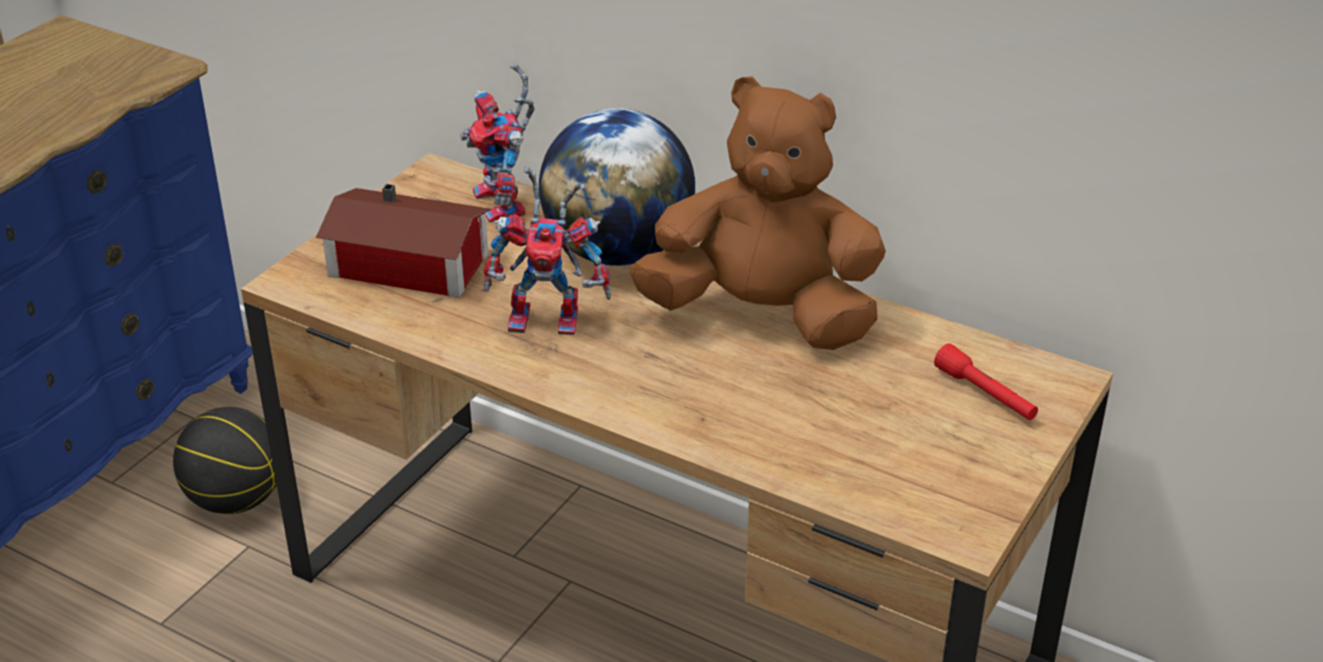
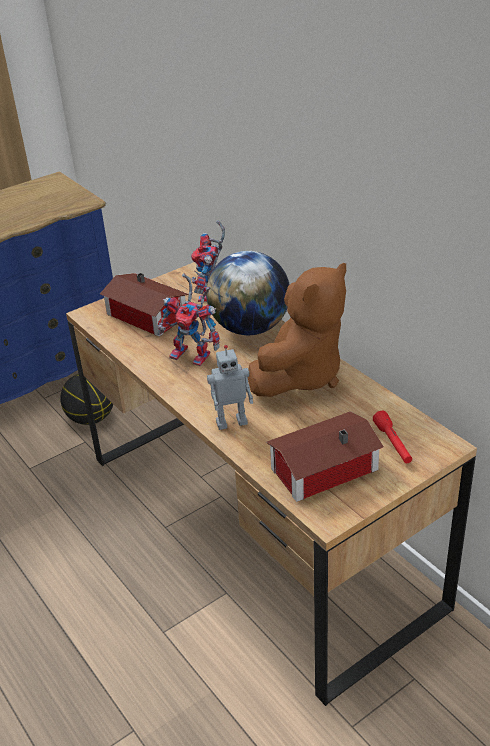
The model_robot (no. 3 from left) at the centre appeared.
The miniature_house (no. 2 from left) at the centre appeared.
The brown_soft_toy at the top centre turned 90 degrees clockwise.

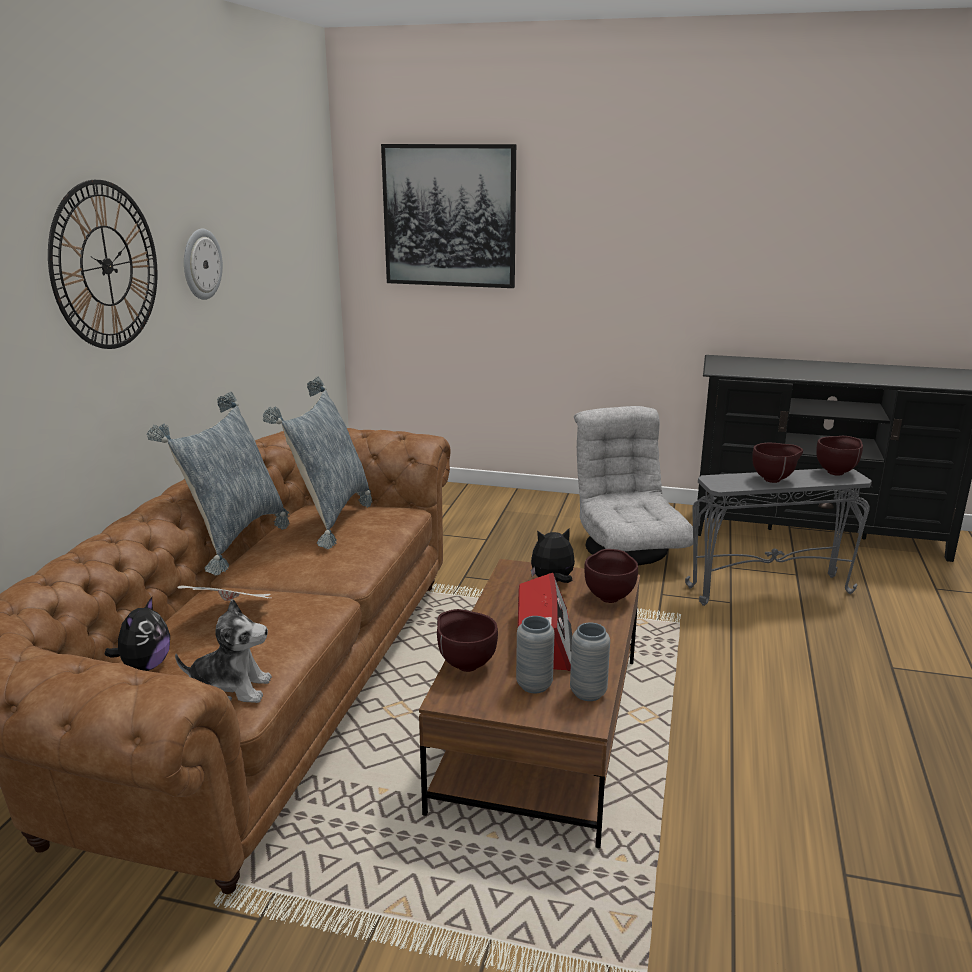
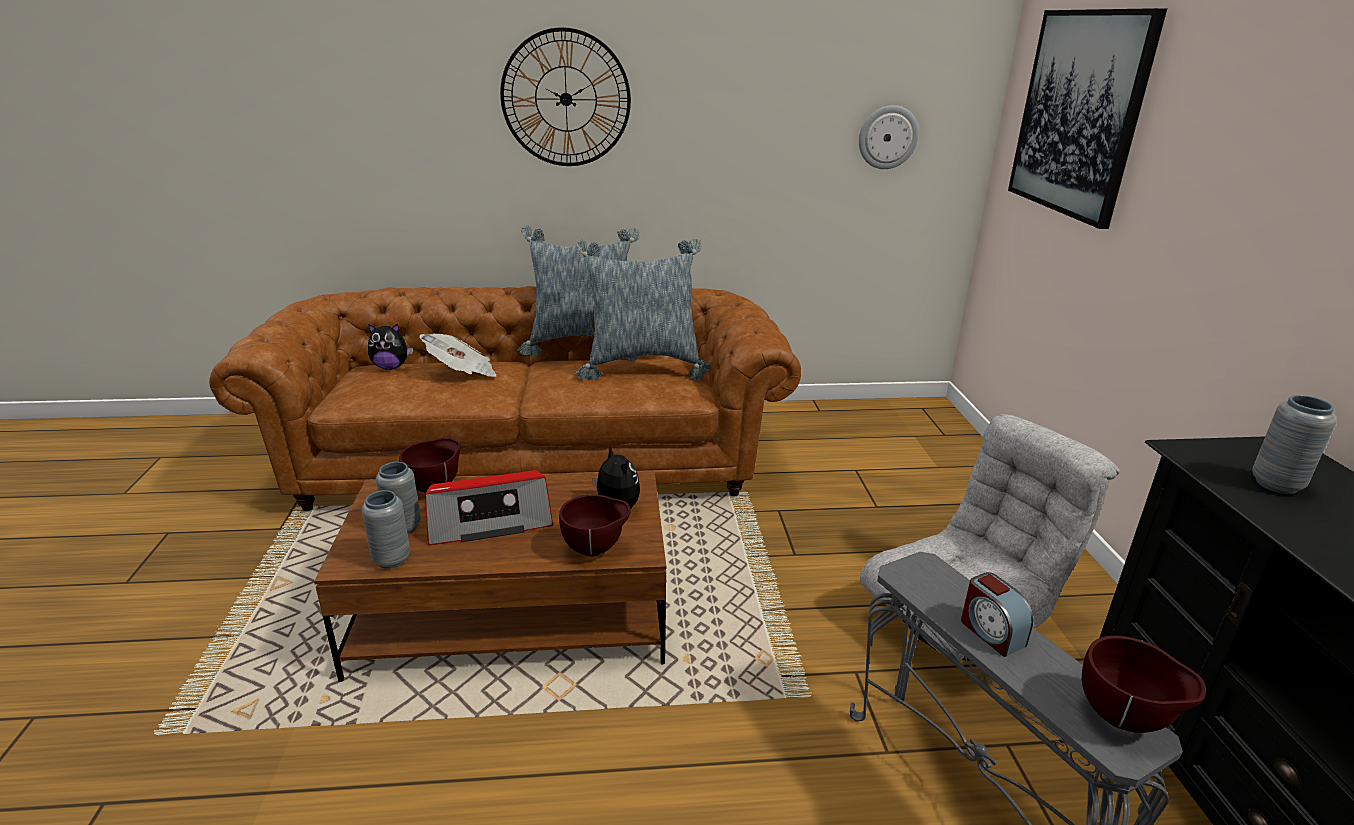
The soft_toy (no. 2 from left) at the bottom left disappeared.
The gray_vase (no. 3 from left) at the middle right appeared.
The clock_on_the_wall (no. 2 from left) moved from the top left to the top centre.
The brown_serving_bowl (no. 3 from left) at the middle right was replaced by the alarm_clock at the bottom right.

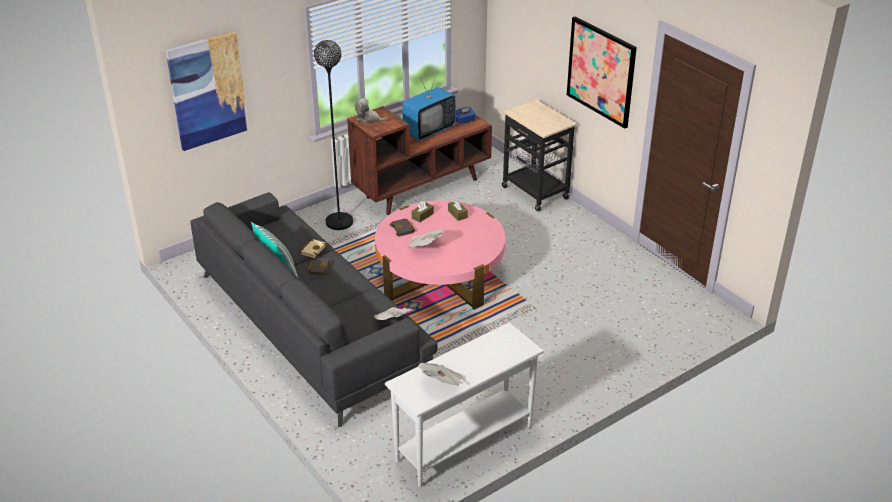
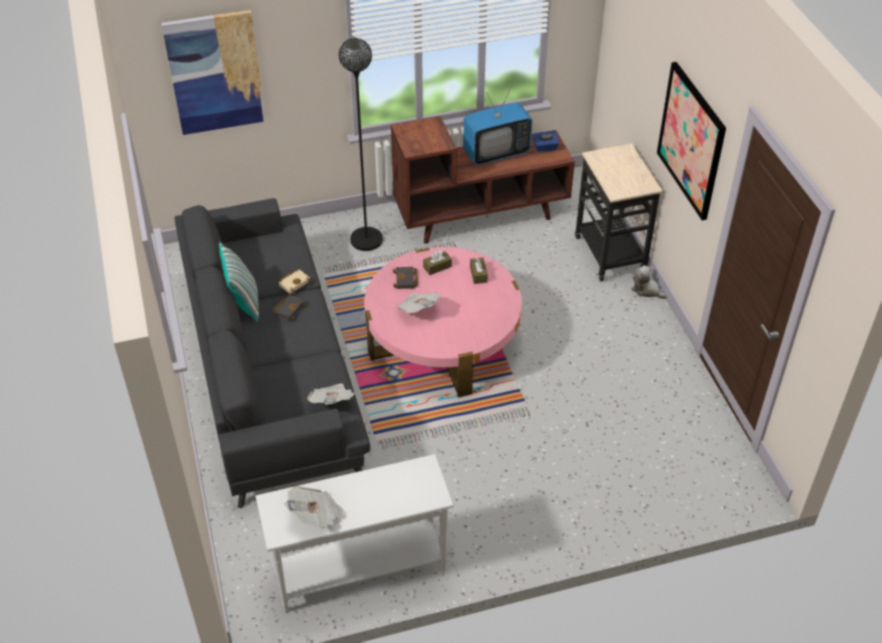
The soft_toy moved from the top centre to the middle right.

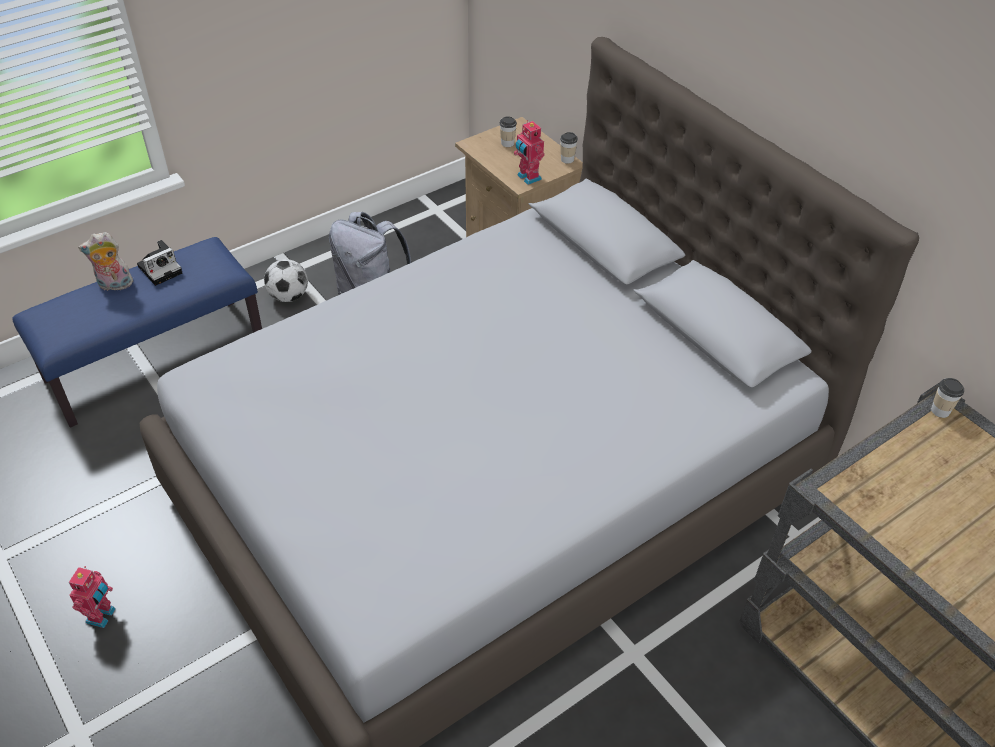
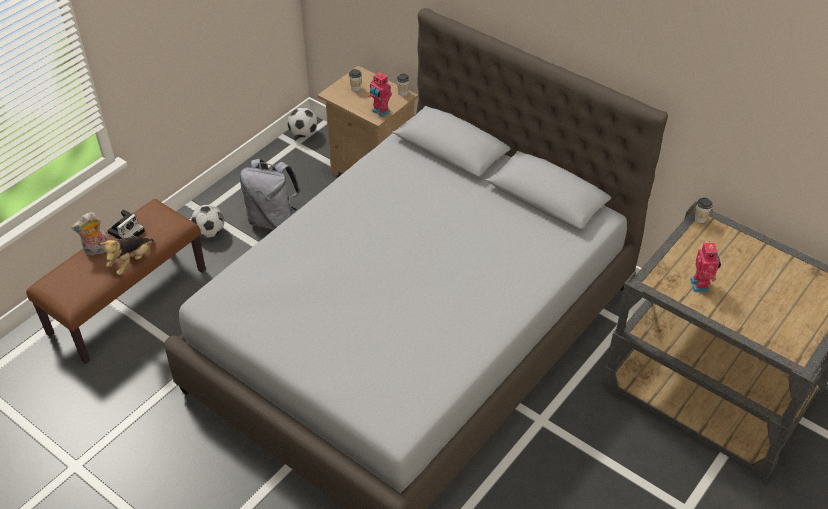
The soft_toy (no. 2 from left) at the middle left appeared.
The ball_for_football (no. 2 from left) at the top centre appeared.
The model_robot (no. 1 from left in the first image) moved from the bottom left to the middle right.
The blue-coloured_indoor_bench at the middle left became the brown_indoor_bench at the middle left.

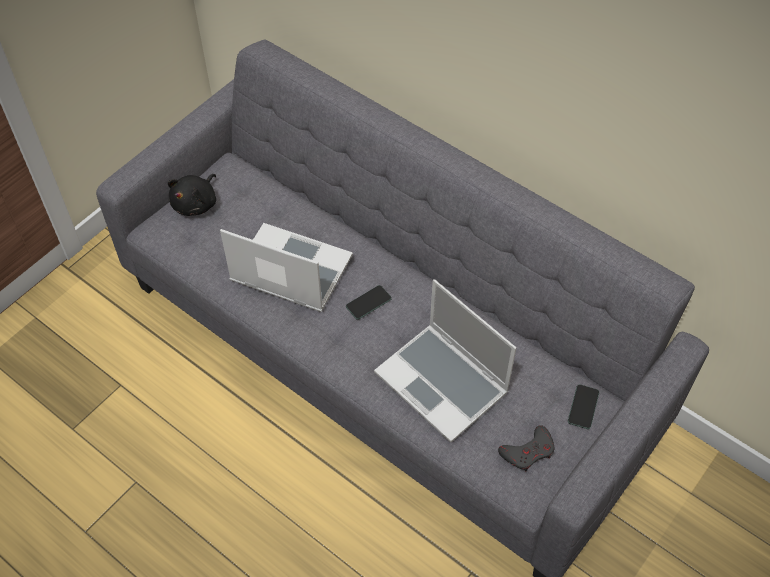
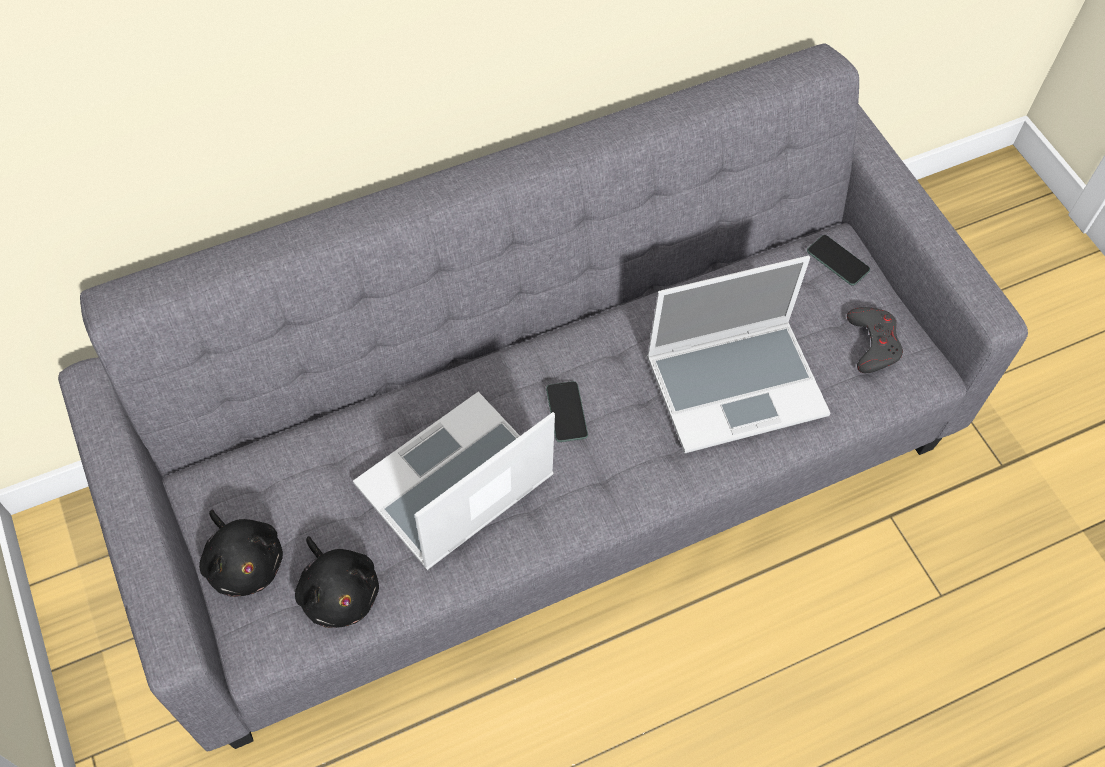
The black-coloured_soft_toy (no. 2 from left) at the bottom left appeared.

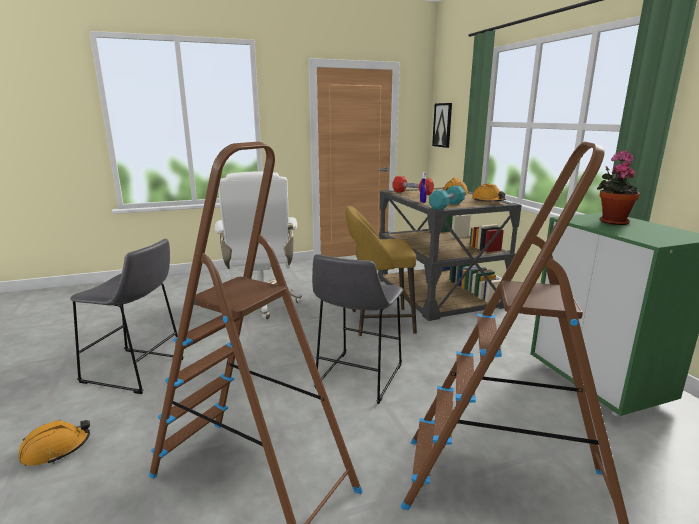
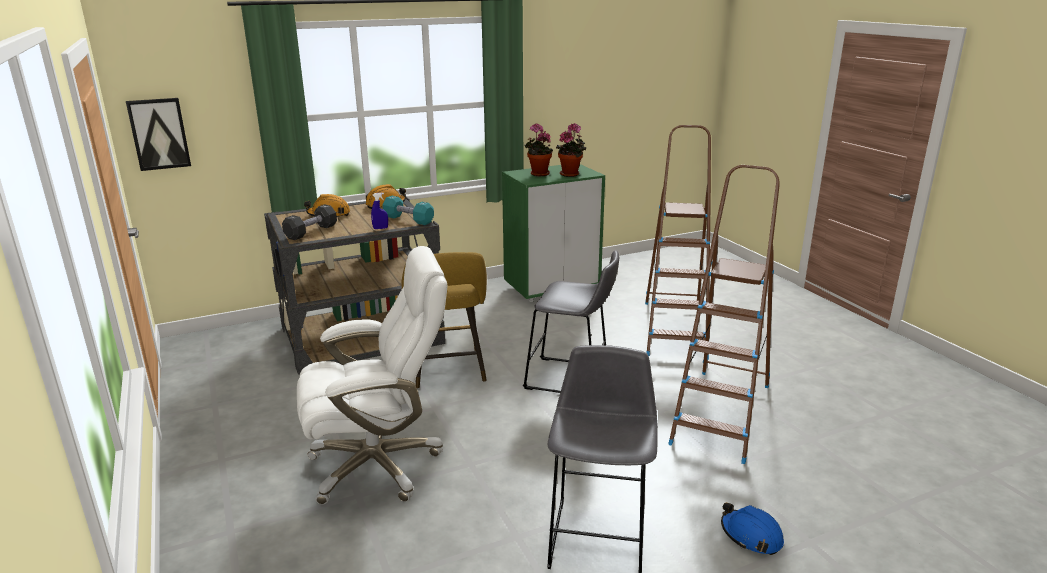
The plant_in_a_pot (no. 2 from left) at the top centre appeared.
The orange-coloured_work_helmet (no. 1 from left) at the bottom left became the blue-coloured_work_helmet at the bottom right.
The red_free_weight at the centre became the black-coloured_free_weight at the middle left.

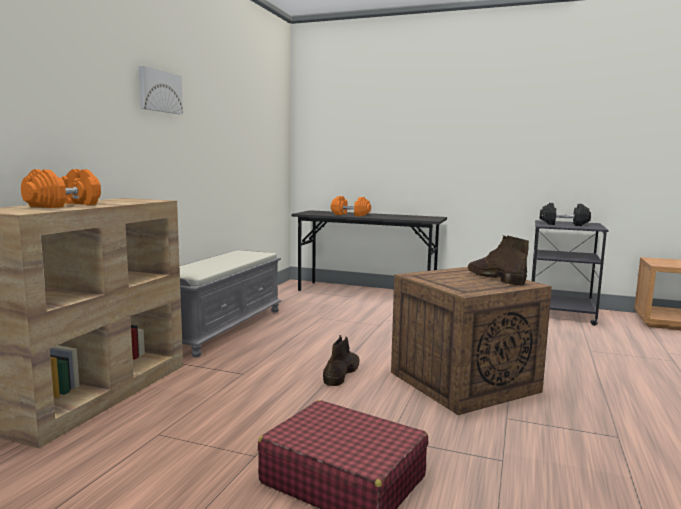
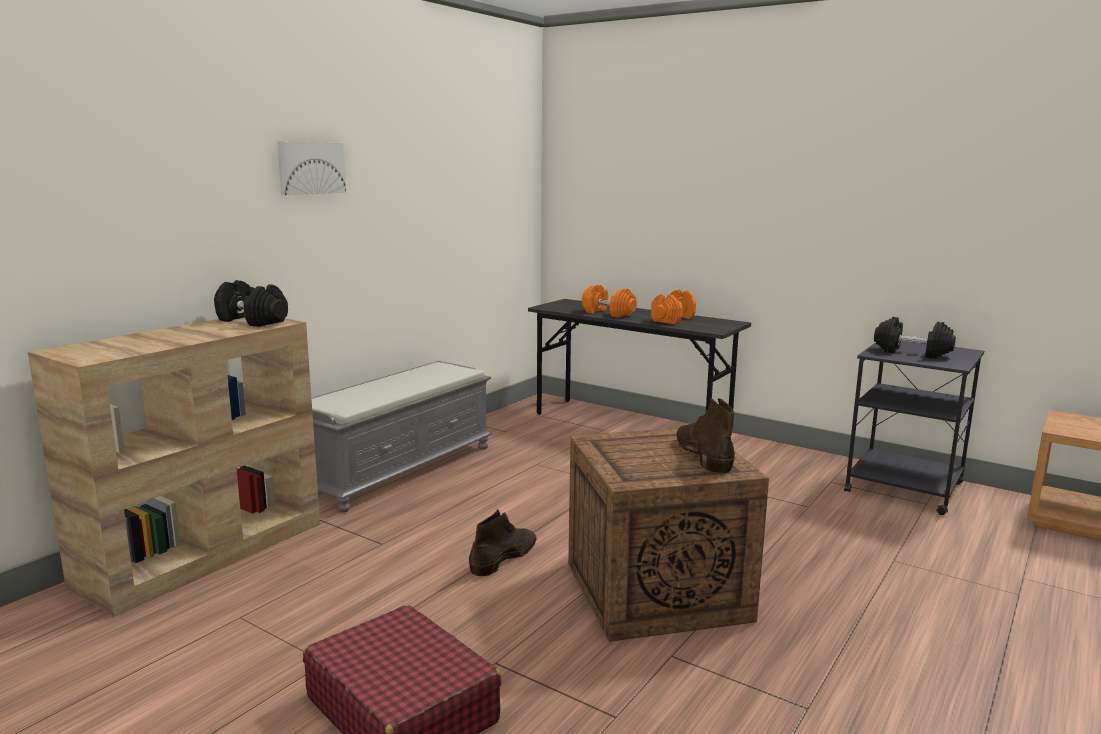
The black-coloured_free_weight (no. 1 from left) at the middle left appeared.
The orange-coloured_free_weight (no. 1 from left in the first image) moved from the middle left to the centre.

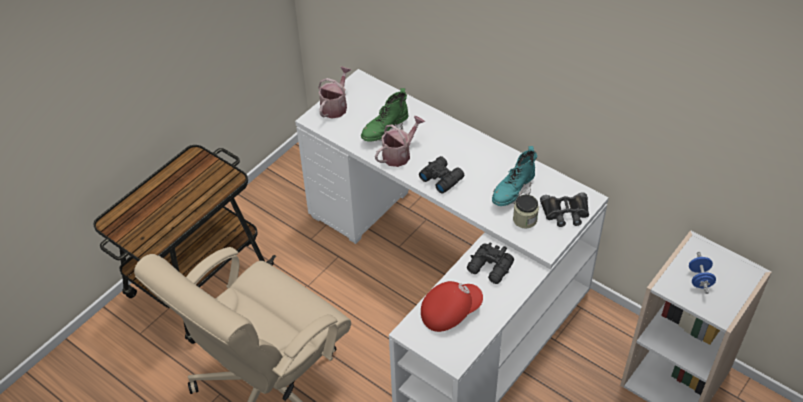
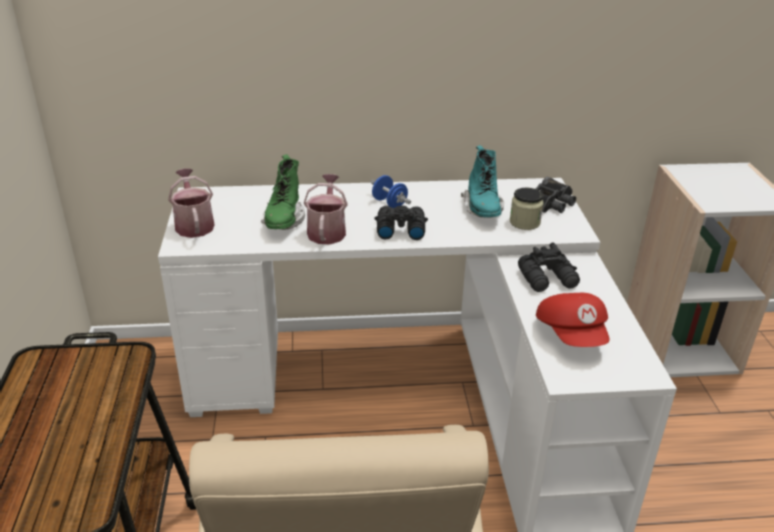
The blue-coloured_free_weight moved from the bottom right to the centre.
The red_cap at the bottom centre turned 150 degrees clockwise.

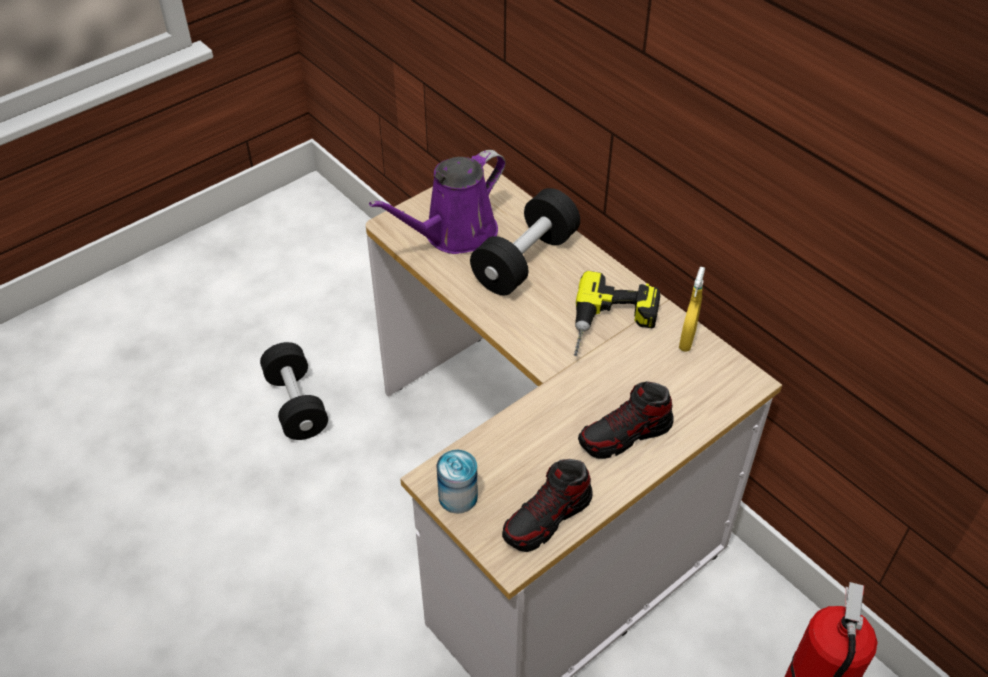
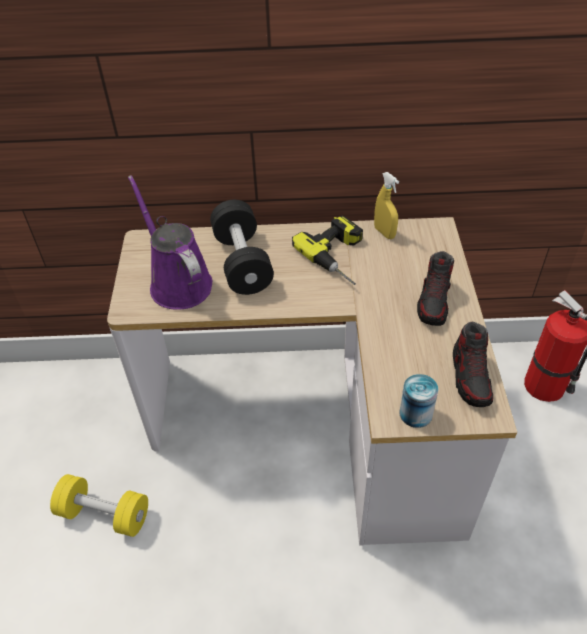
The black-coloured_free_weight (no. 1 from left) at the middle left became the yellowish_free_weight at the bottom left.
The purple_sprinkling_can at the top centre turned 150 degrees clockwise.

